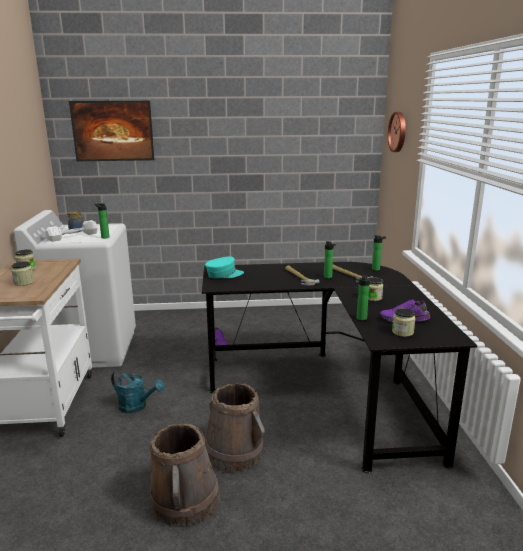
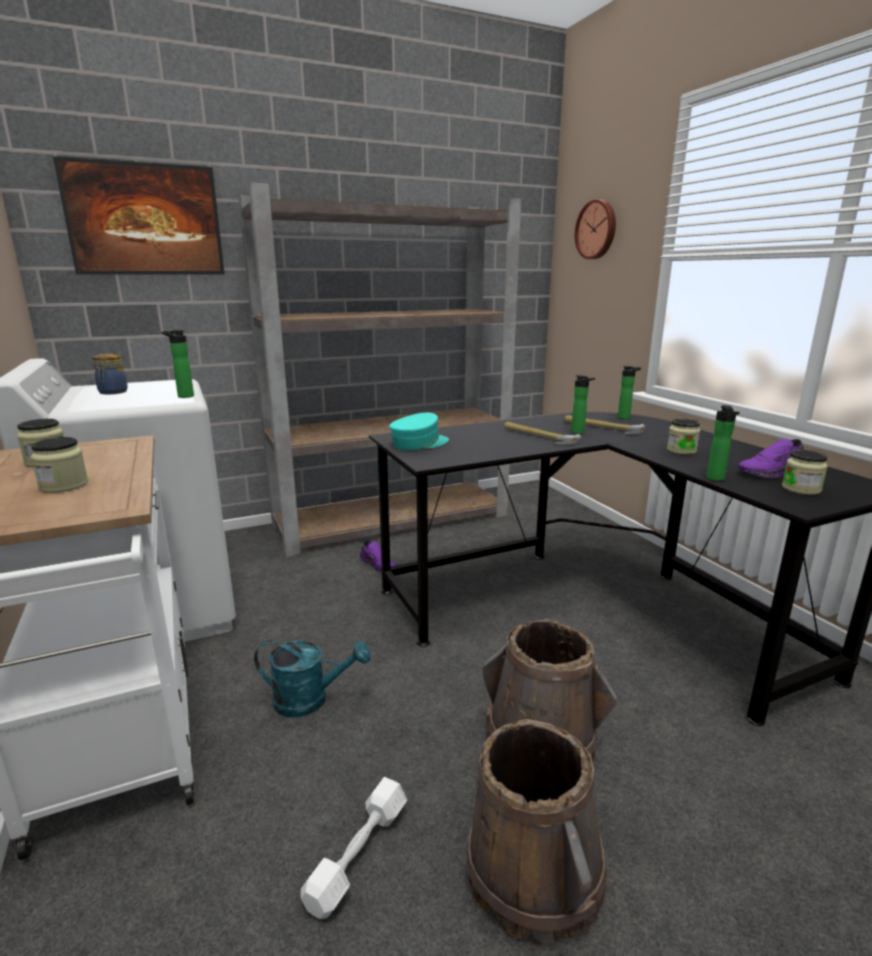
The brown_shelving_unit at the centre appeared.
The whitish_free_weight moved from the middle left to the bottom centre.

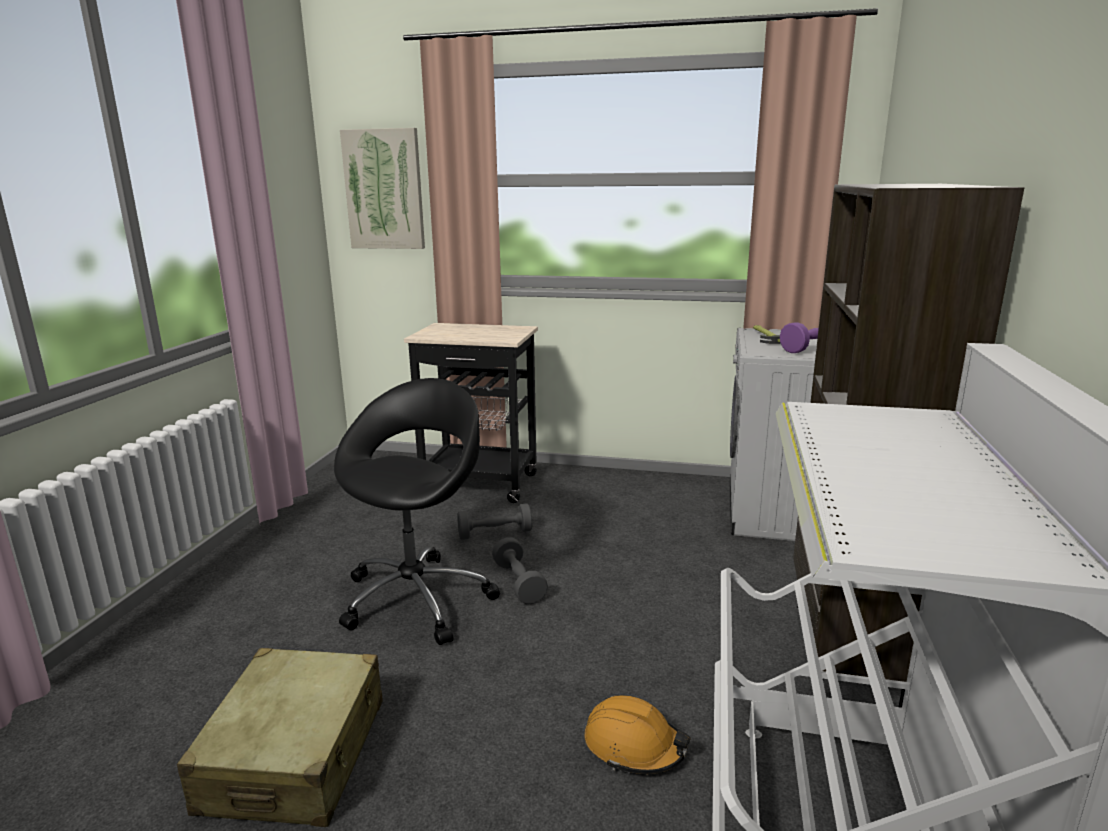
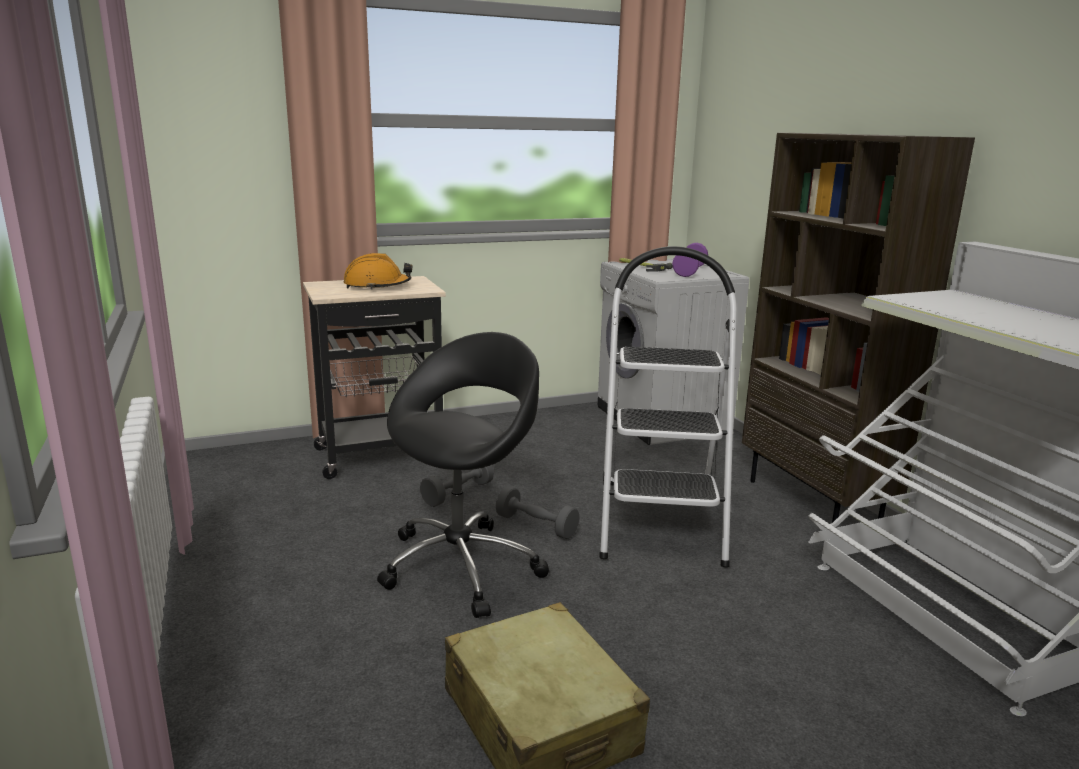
The picture at the top centre disappeared.
The step_stool at the centre appeared.
The orange-coloured_work_helmet moved from the bottom centre to the centre.
The black-coloured_desk_chair at the centre turned 45 degrees clockwise.

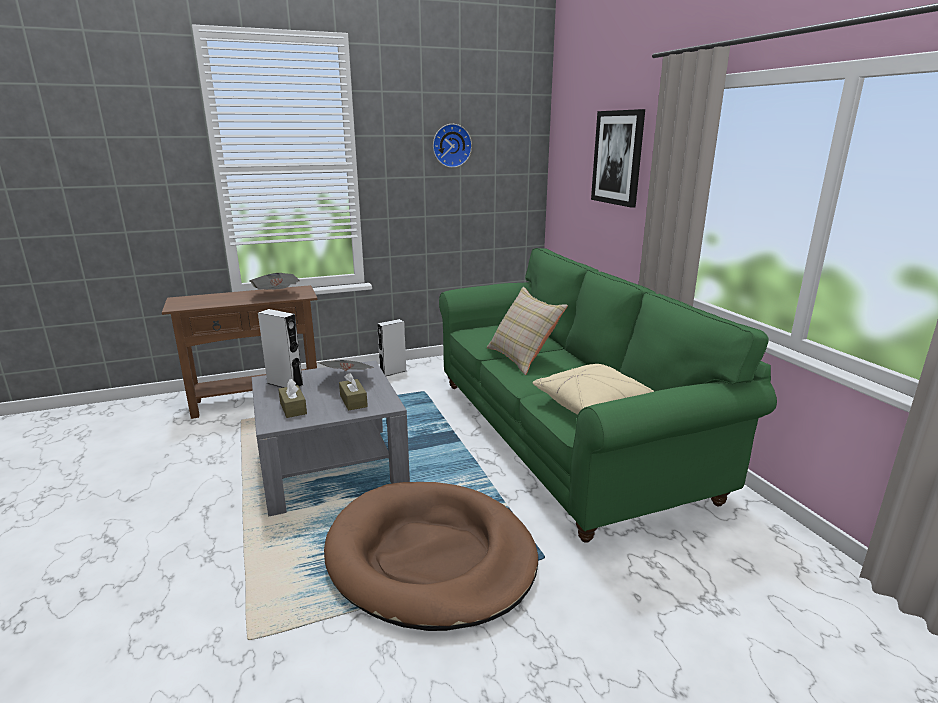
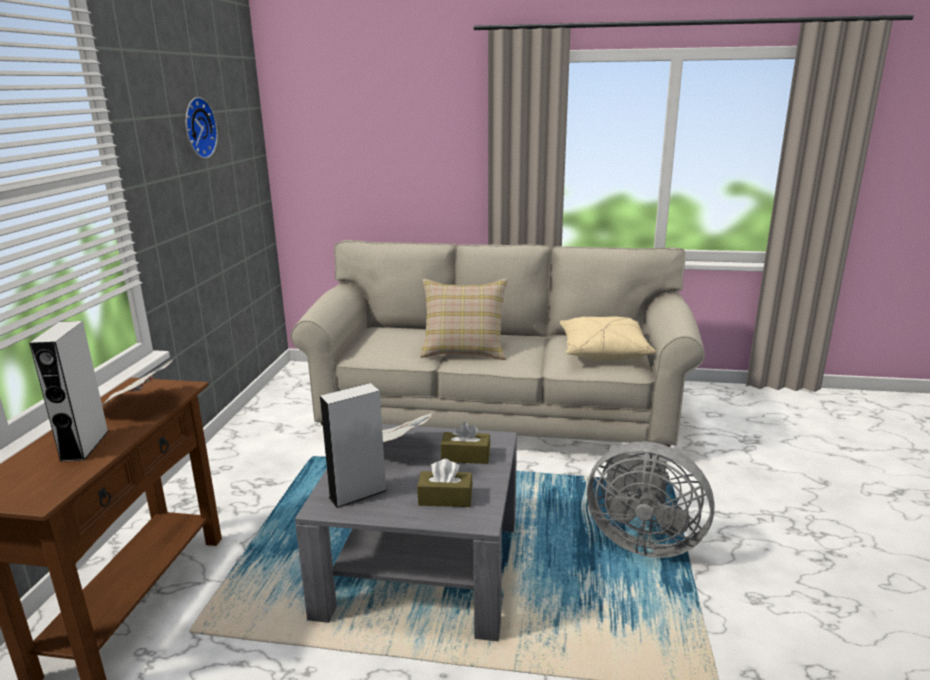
The picture at the top centre disappeared.
The gray_speaker (no. 2 from left in the first image) moved from the centre to the middle left.
The brown_pet_bed at the bottom centre was replaced by the gray_fan at the bottom right.
The green-coloured_settee at the centre became the beige_settee at the centre.

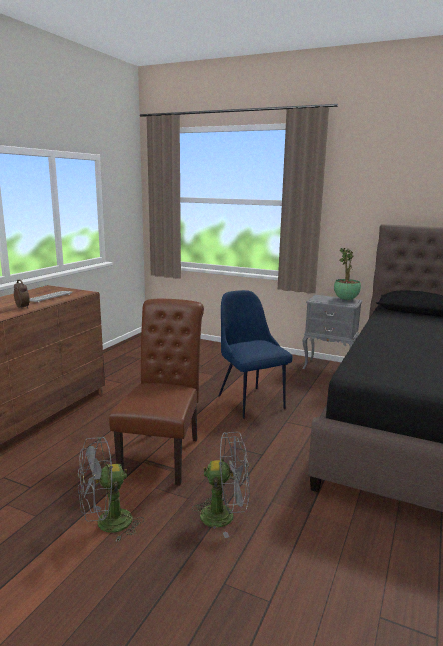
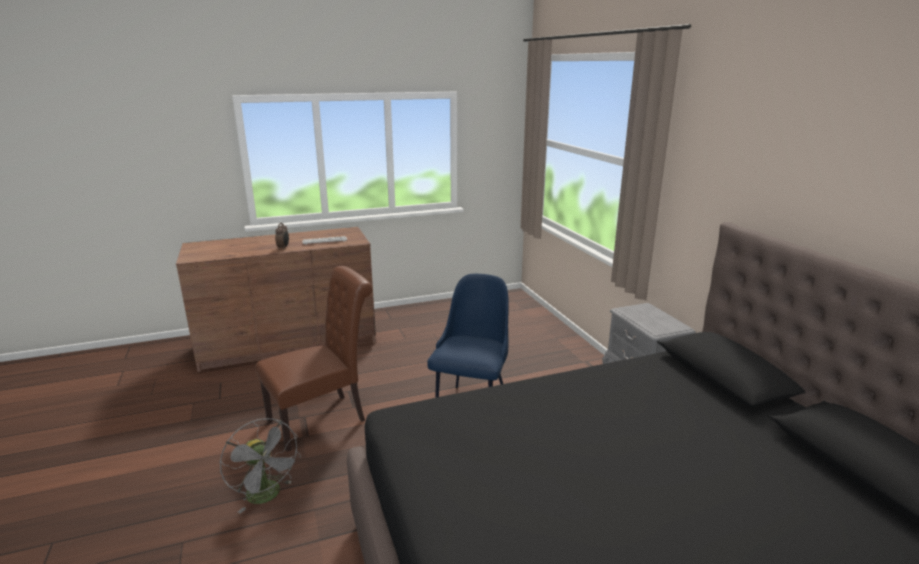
The gray_fan (no. 1 from left) at the bottom left disappeared.
The plant_in_a_pot at the middle right disappeared.

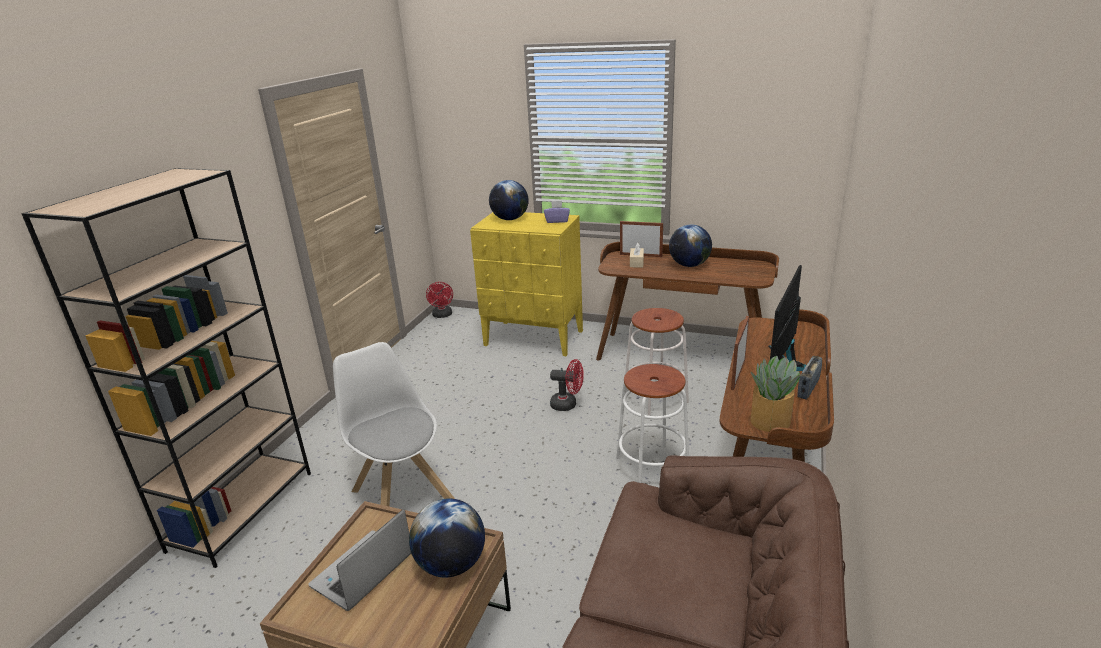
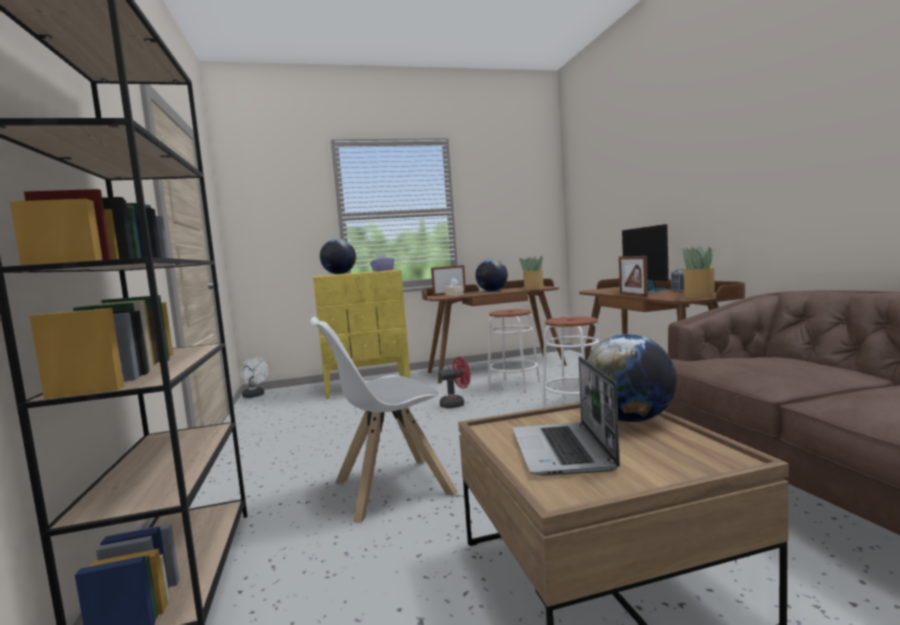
The plant_in_a_pot (no. 1 from left) at the centre appeared.
The red_fan (no. 1 from left) at the centre became the whitish_fan at the middle left.
The chair at the centre turned 45 degrees counterclockwise.

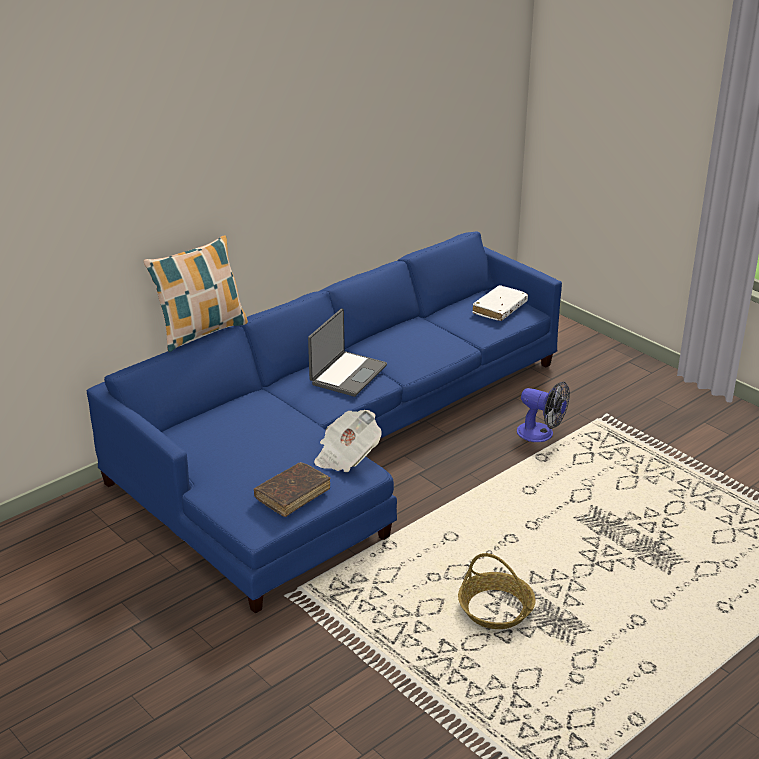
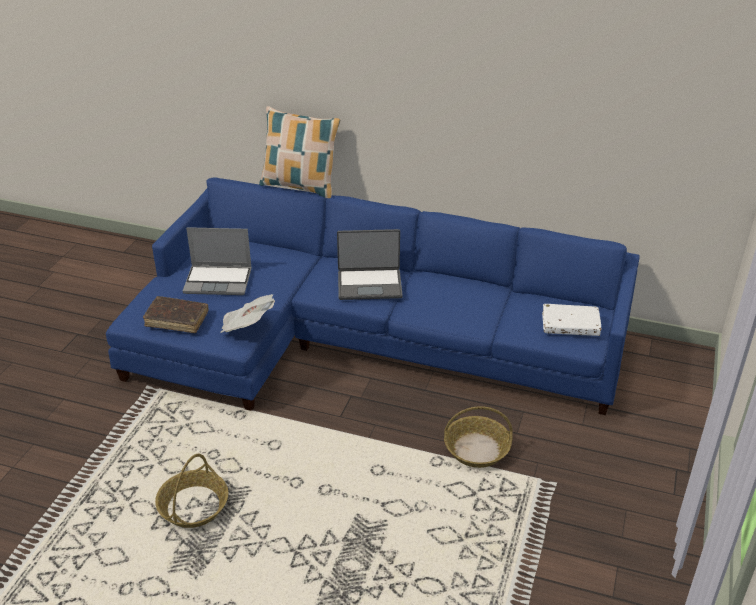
The notebook_computer (no. 1 from left) at the middle left appeared.
The fan at the middle right was replaced by the basket (no. 2 from left) at the bottom centre.

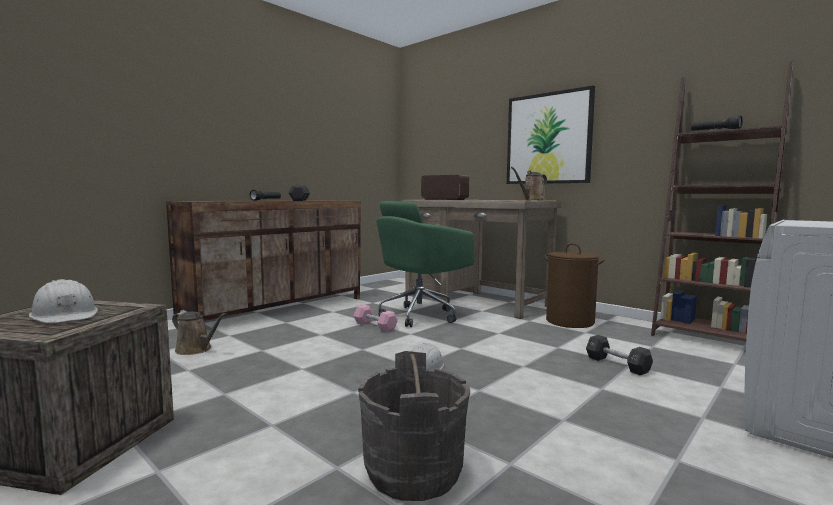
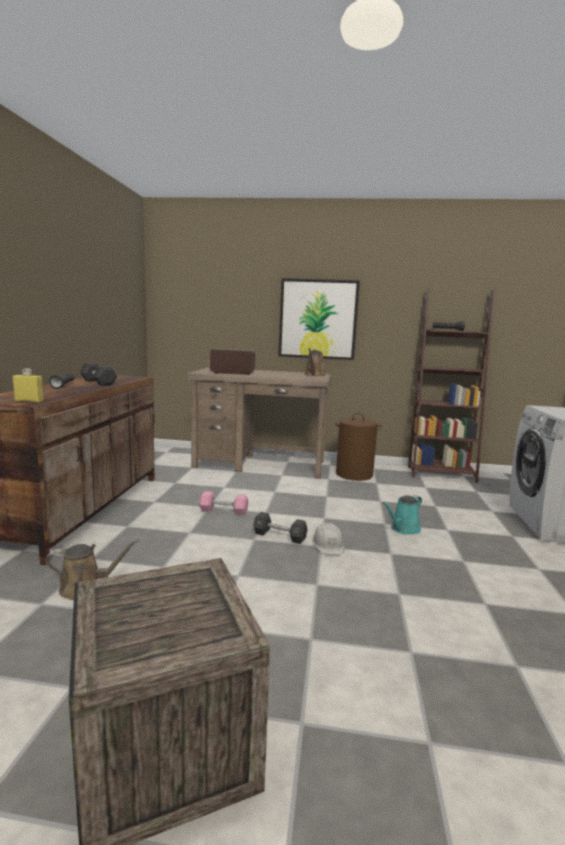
The whitish_work_helmet (no. 1 from left) at the middle left disappeared.
The gray_water_bucket at the bottom centre disappeared.
The green-coloured_desk_chair at the centre disappeared.
The yellowish_drink_bottle at the middle left appeared.
The turquoise_sprinkling_can at the middle right appeared.
The black-coloured_free_weight (no. 2 from left) moved from the bottom right to the centre.

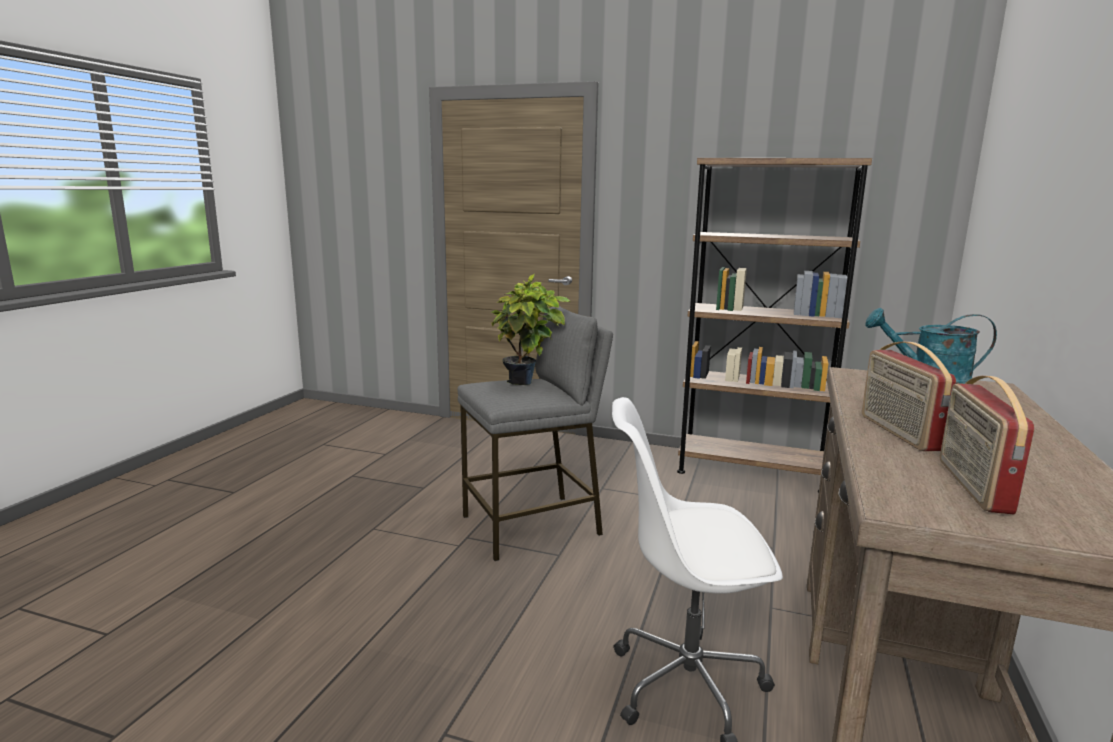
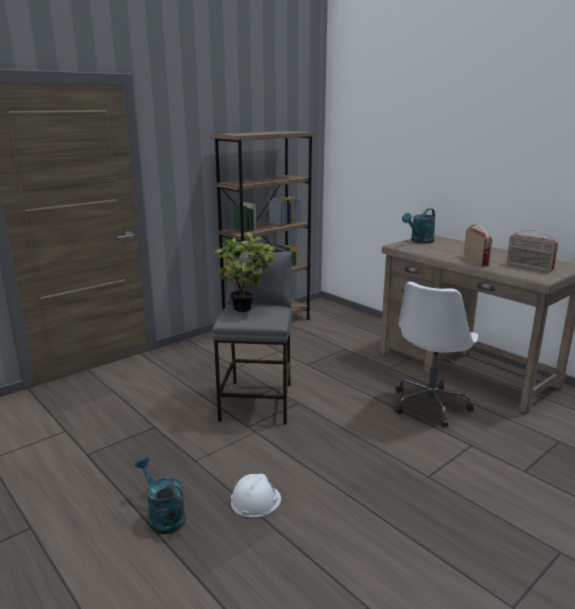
The turquoise_sprinkling_can (no. 1 from left) at the bottom left appeared.
The whitish_work_helmet at the bottom centre appeared.
The radio (no. 1 from left) at the middle right turned 120 degrees counterclockwise.

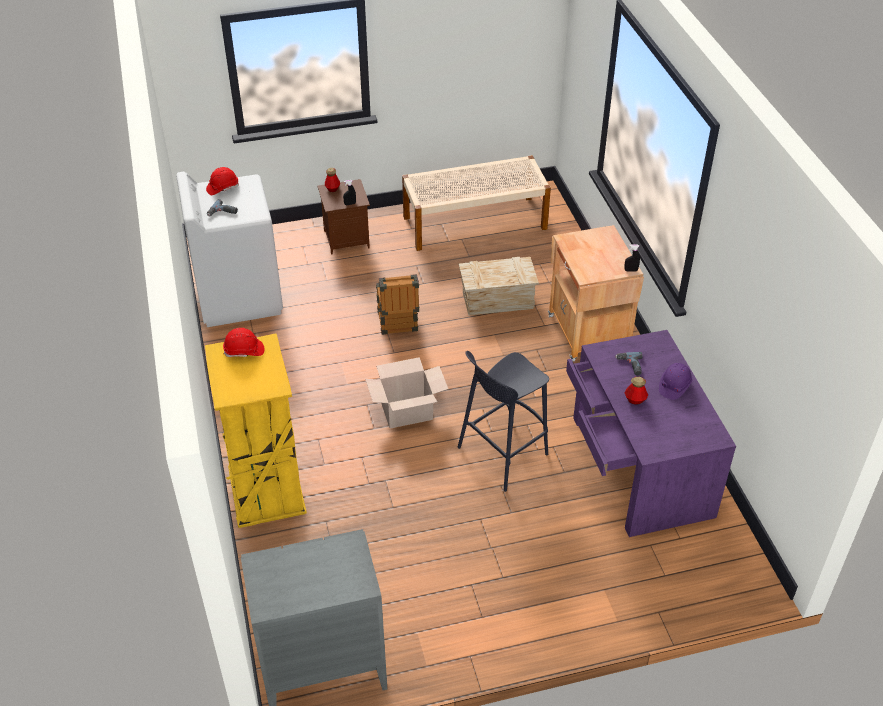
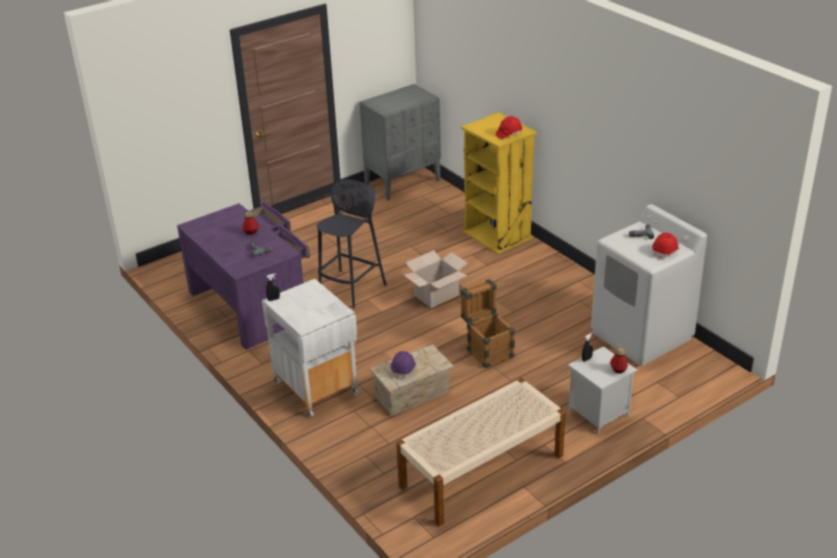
The purple_work_helmet moved from the middle right to the centre.
The brown_night_table at the top centre became the gray_night_table at the bottom right.
The brown_cart at the middle right became the whitish_cart at the centre.

